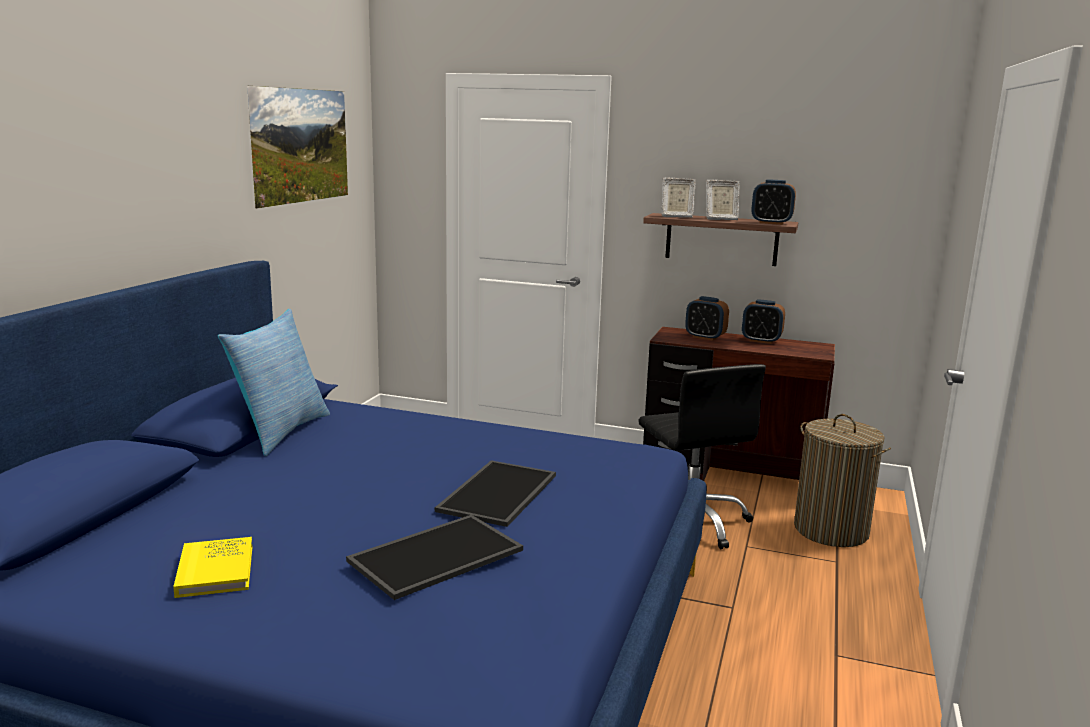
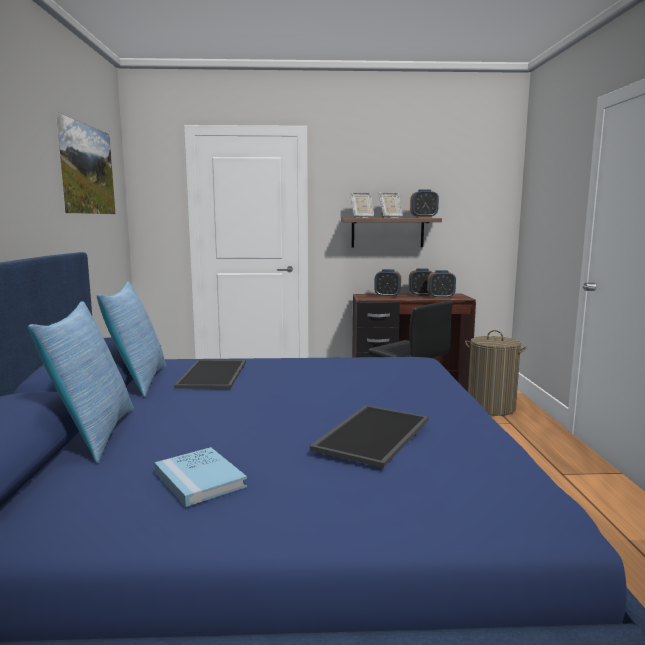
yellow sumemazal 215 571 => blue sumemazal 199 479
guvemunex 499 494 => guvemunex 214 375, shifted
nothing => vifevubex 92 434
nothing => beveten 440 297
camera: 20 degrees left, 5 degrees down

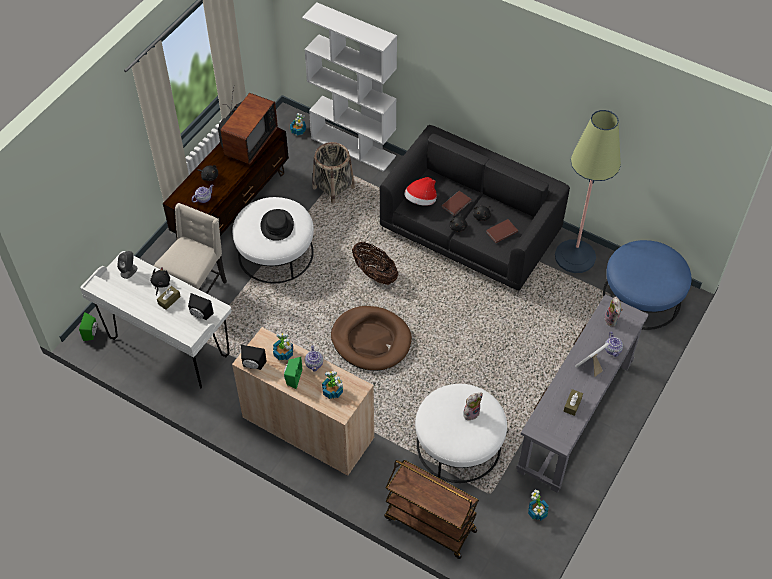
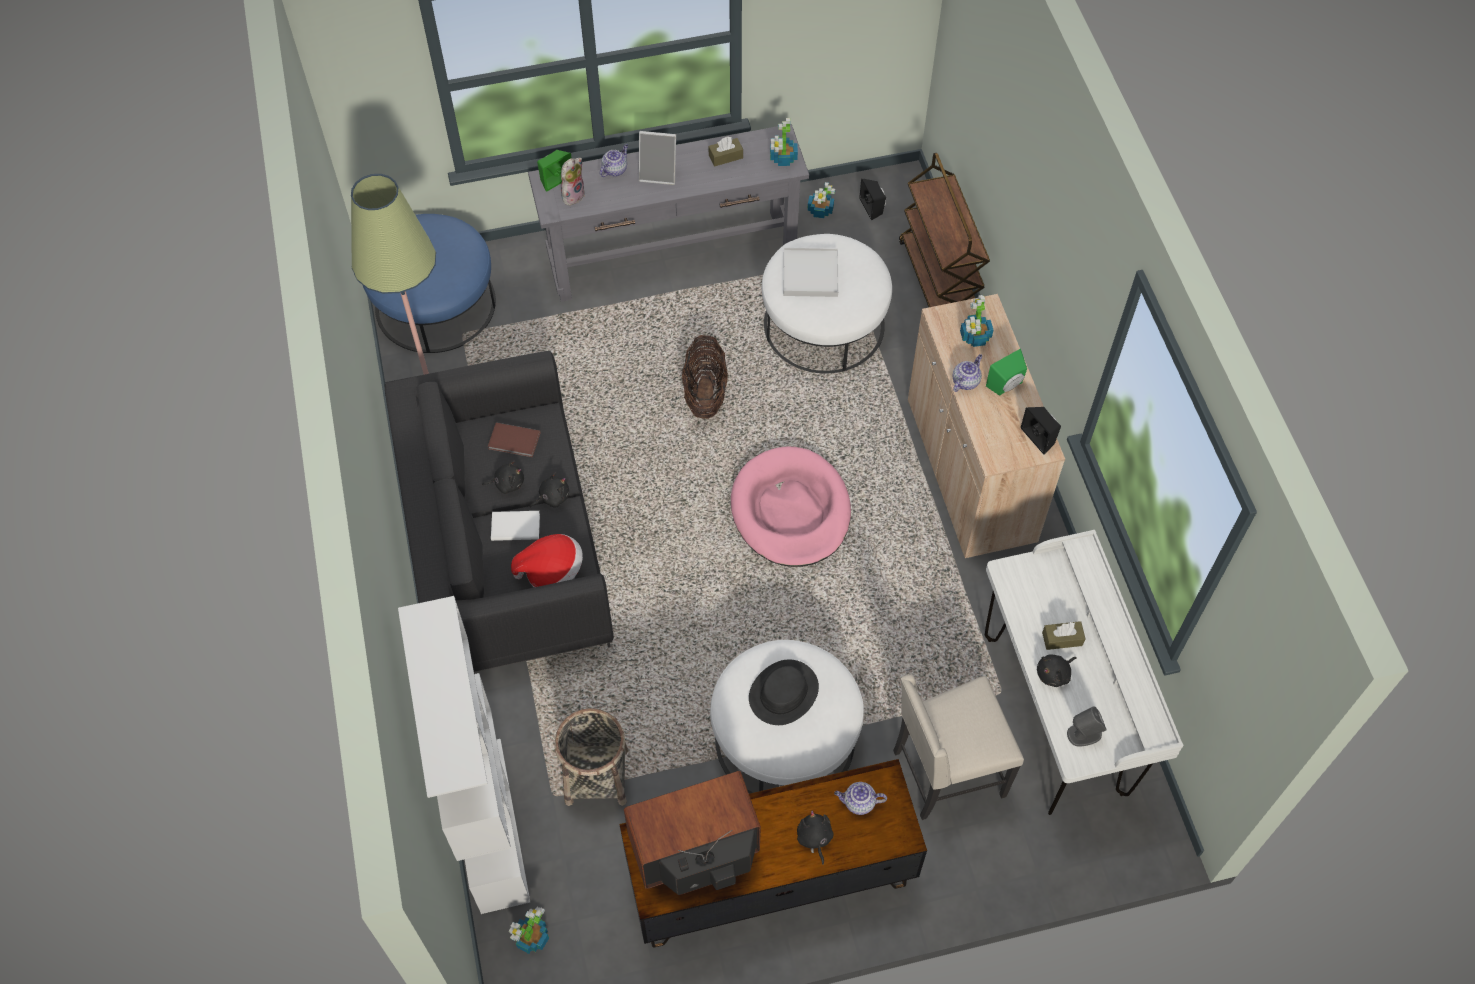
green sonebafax 92 333 => green sonebafax 554 178, shifted
black sonebafax 200 315 => black sonebafax 873 207, shifted
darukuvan 283 353 => darukuvan 783 158, shifted
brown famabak 371 340 => pink famabak 790 510
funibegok 375 273 => funibegok 705 393, shifted
brown sumemazal 457 204 => white sumemazal 515 526
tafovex 471 412 => white guvemunex 810 274
camera: 135 degrees left, 5 degrees up

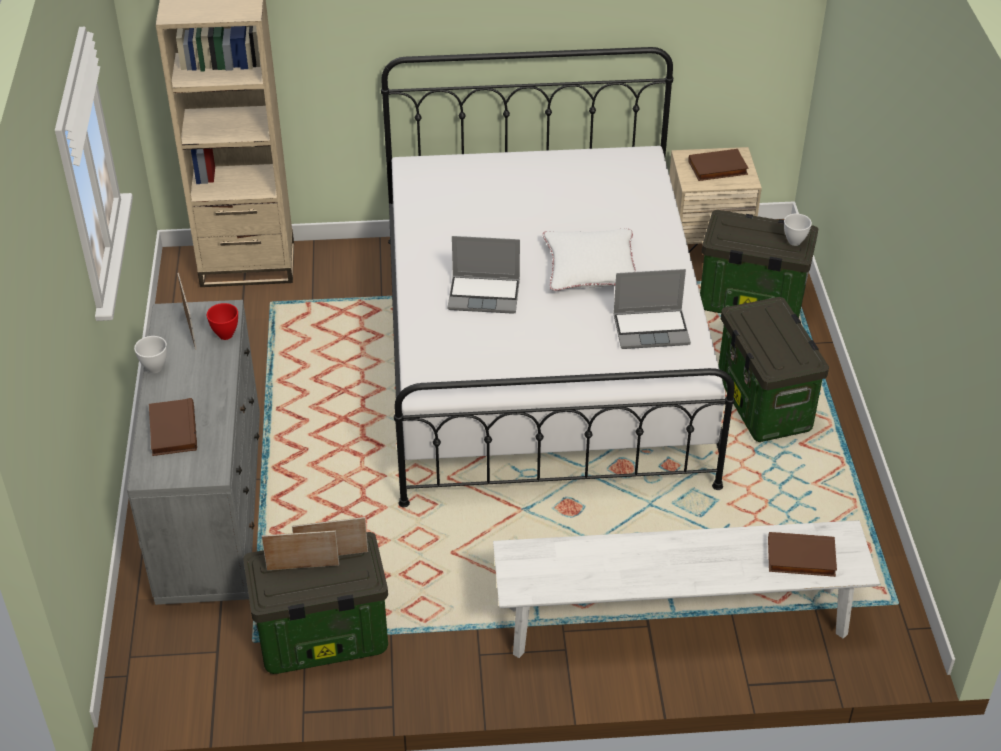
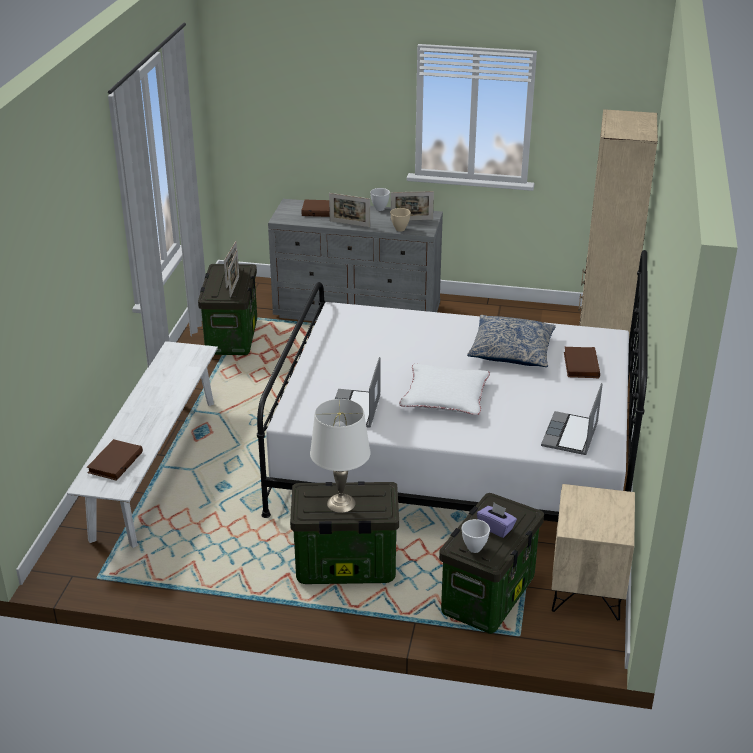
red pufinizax 226 335 => beige pufinizax 399 229
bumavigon 485 295 => bumavigon 571 435, shifted
brown sumemazal 717 169 => brown sumemazal 580 365, shifted
nothing => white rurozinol 341 503
nothing => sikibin 349 224
nothing => vifevubex 511 351
nothing => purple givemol 496 528
camera: 105 degrees right, 10 degrees down

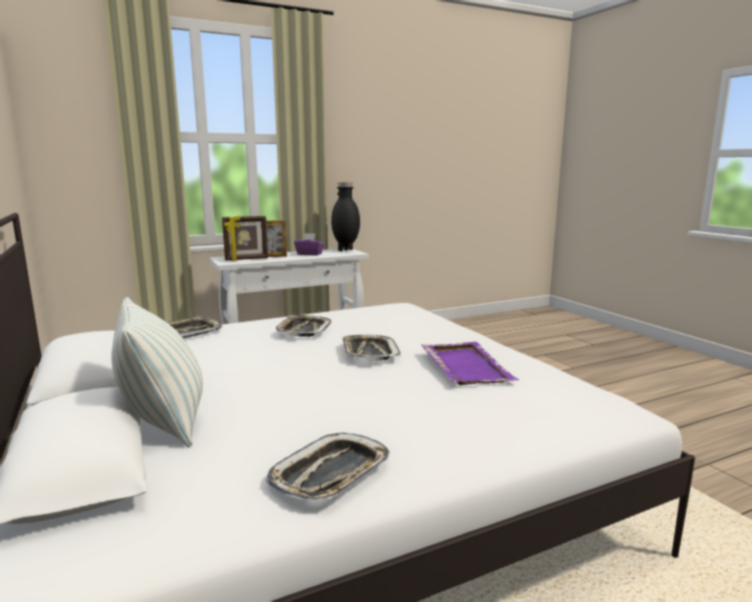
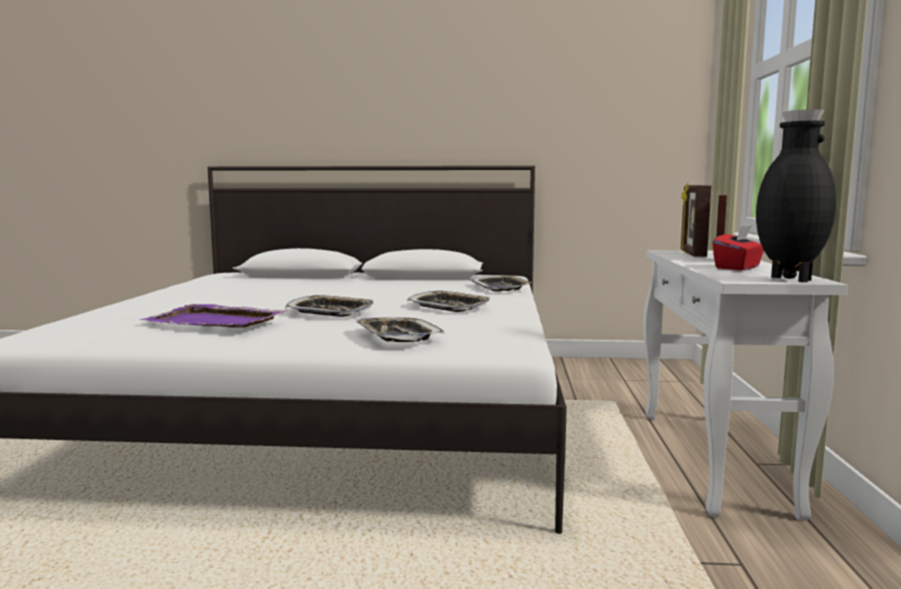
vifevubex 164 422 => nothing
guvemunex 331 474 => guvemunex 397 336, shifted
purple givemol 309 254 => red givemol 738 268
camera: 120 degrees right, 5 degrees down

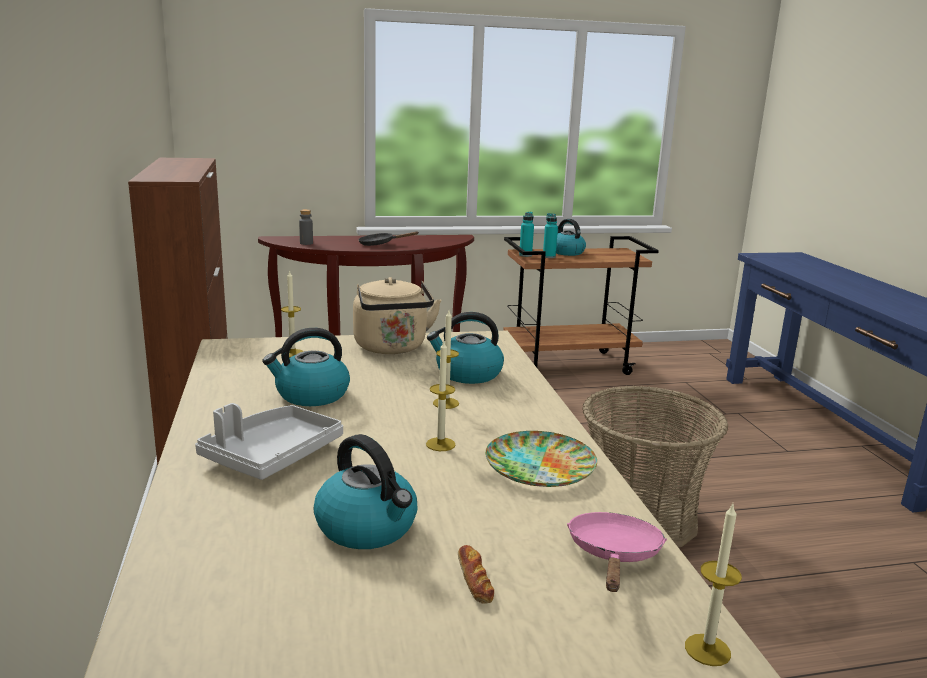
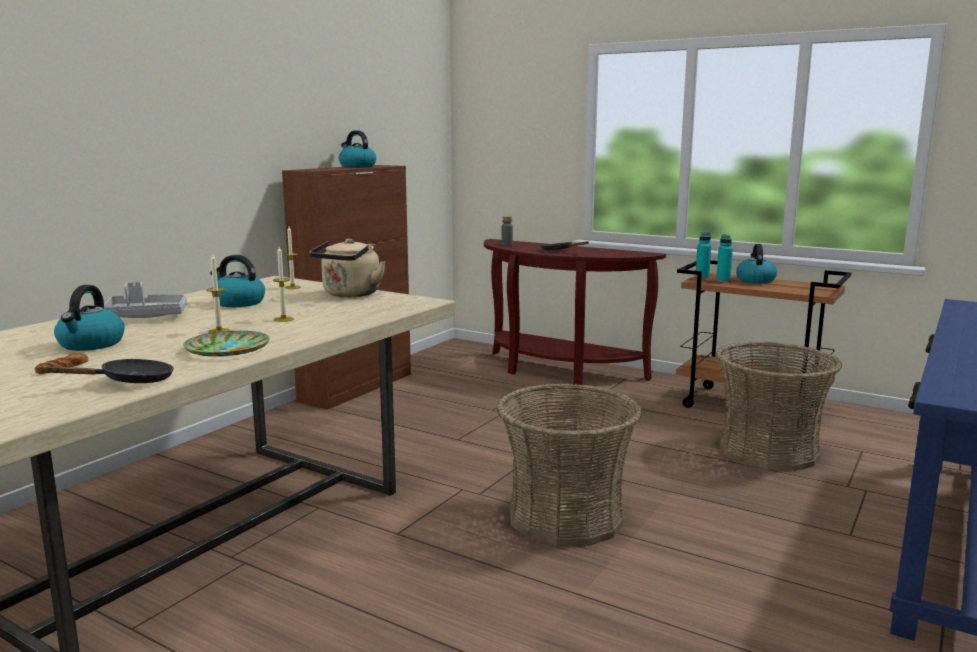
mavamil 467 374 => mavamil 357 166, shifted
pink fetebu 614 555 => black fetebu 130 381
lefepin 707 650 => nothing
nothing => funibegok 769 451
camera: 45 degrees right, 5 degrees down

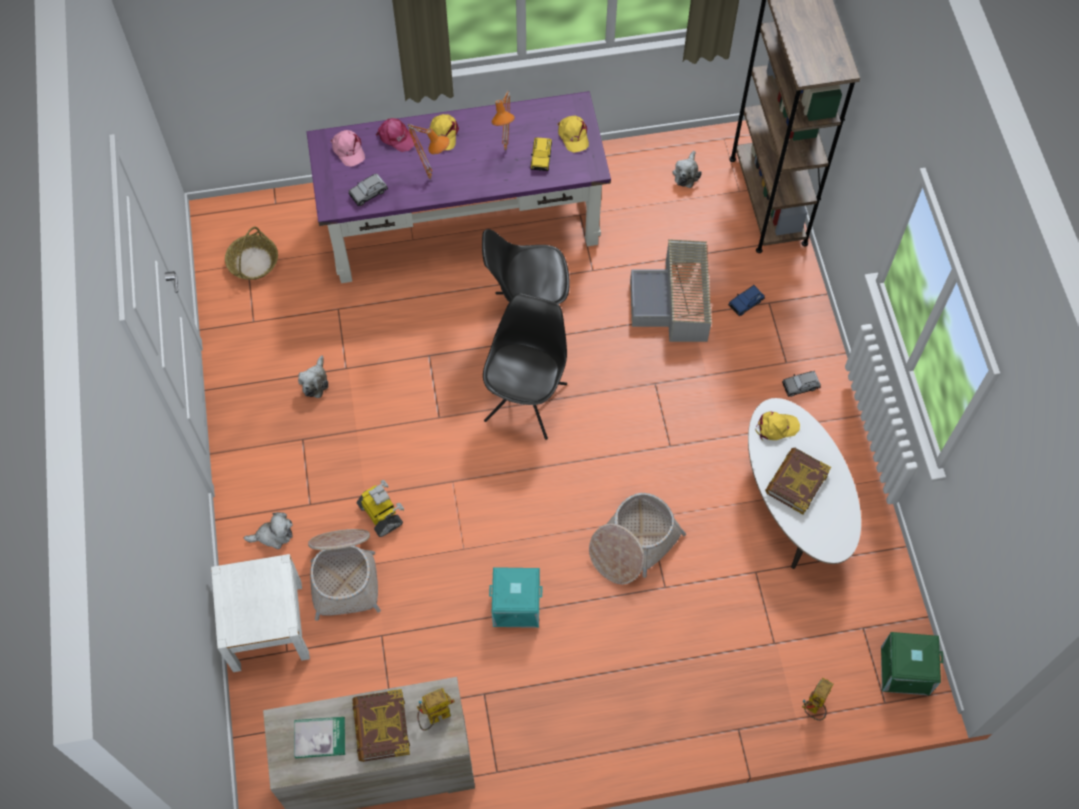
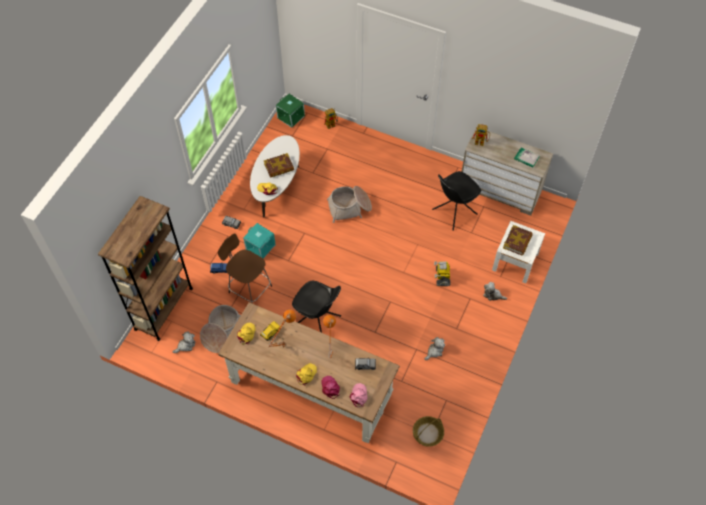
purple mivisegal 464 223 => brown mivisegal 310 388
funibegok 344 574 => funibegok 222 332, shifted
sumemazal 381 727 => sumemazal 517 242, shifted
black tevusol 526 401 => black tevusol 454 212, shifted
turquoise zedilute 516 604 => turquoise zedilute 260 247, shifted
grey zedilute 674 303 => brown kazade 249 288
camera: 145 degrees left, 5 degrees down

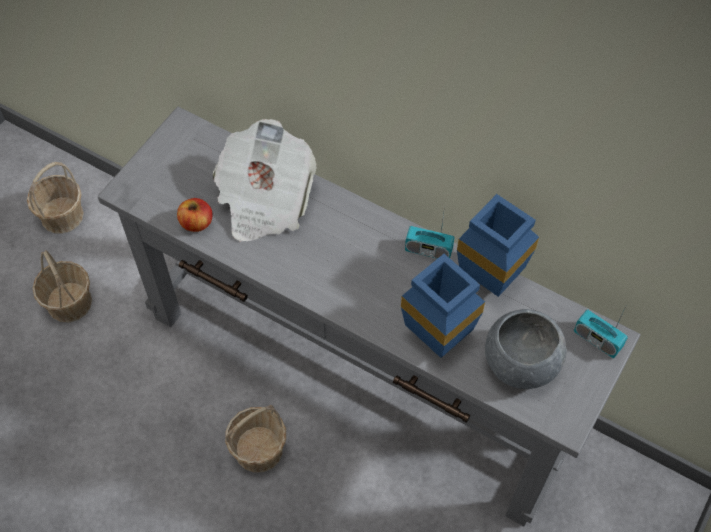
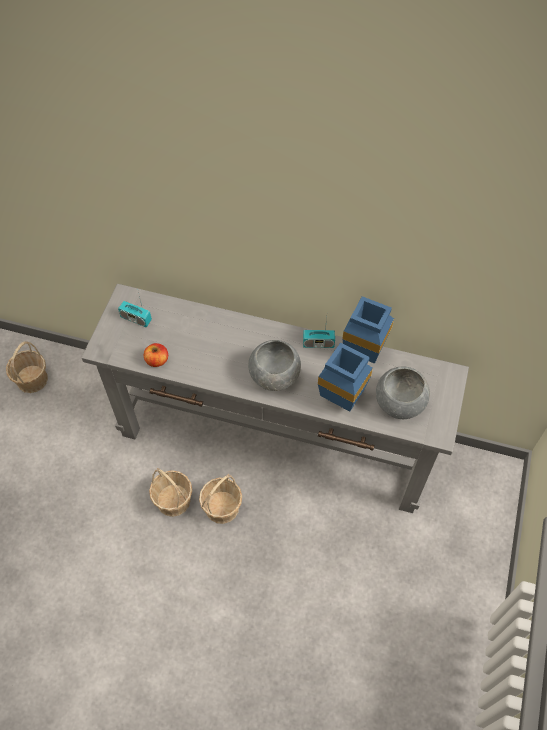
funibegok 69 302 => funibegok 173 500, shifted
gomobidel 264 200 => nothing
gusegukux 597 340 => gusegukux 136 319, shifted
nothing => grey pufinizax 275 375
camera: 15 degrees left, 0 degrees up

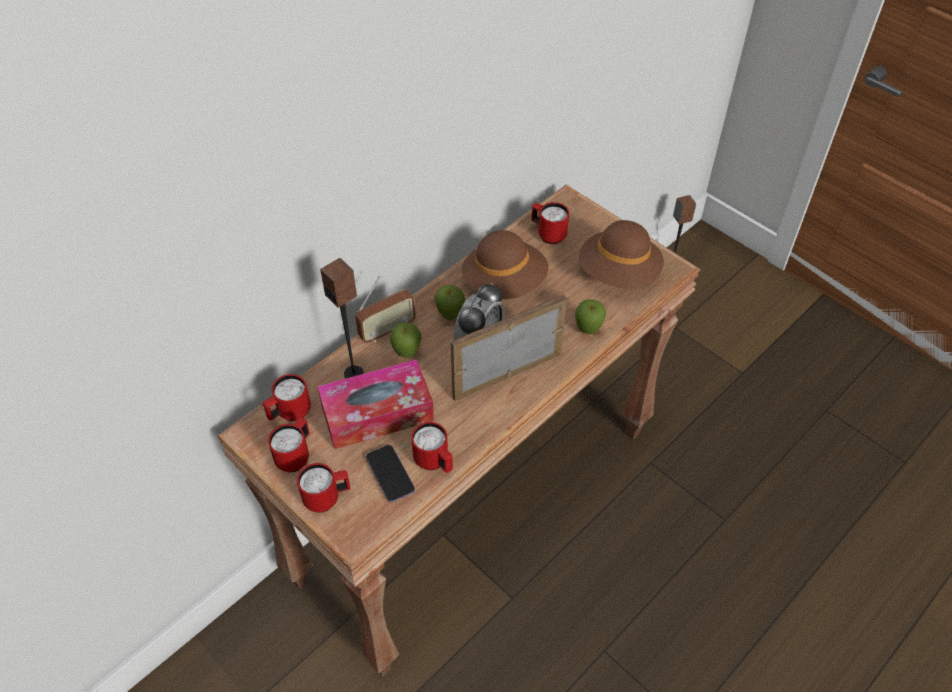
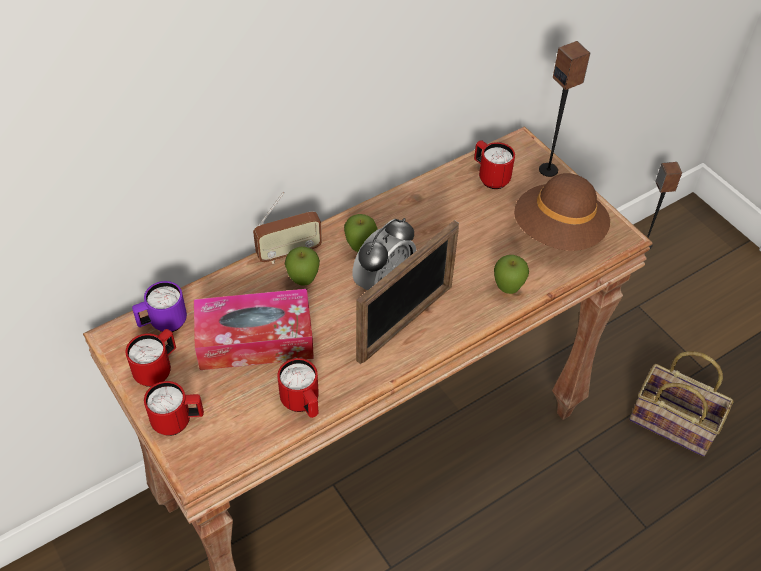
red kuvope 289 413 => purple kuvope 163 324
sonebafax 354 373 => sonebafax 548 170, shifted
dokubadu 390 474 => nothing
sikibin 507 375 => sikibin 405 322, 150 degrees clockwise
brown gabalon 504 283 => nothing
nothing => funibegok 676 422
camera: 10 degrees right, 0 degrees up

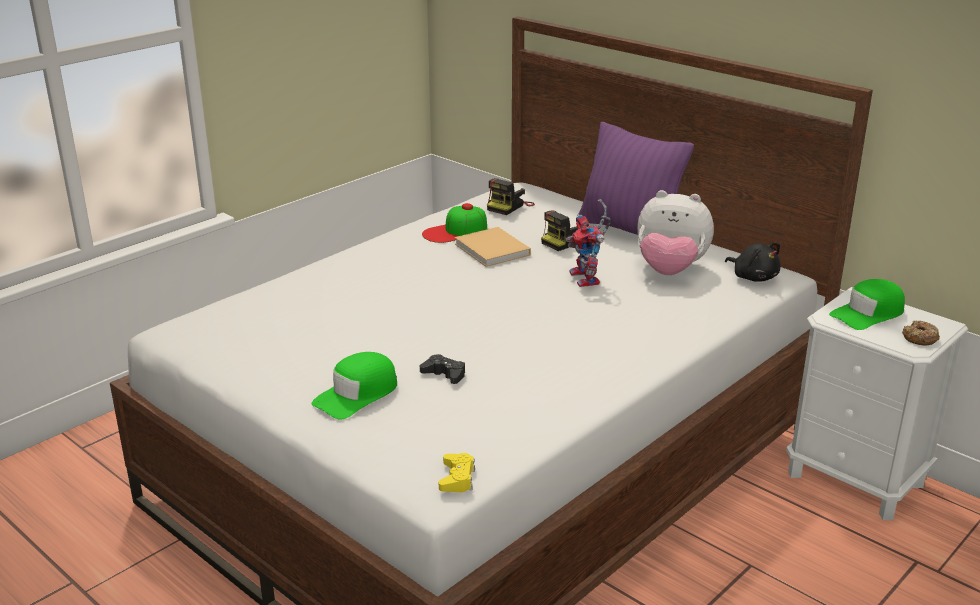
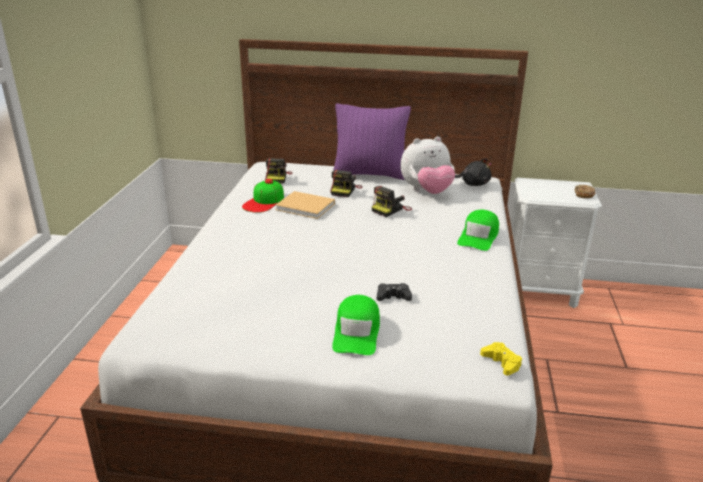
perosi 588 280 => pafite 390 209
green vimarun 868 314 => green vimarun 479 237, shifted
camera: 35 degrees left, 0 degrees up

